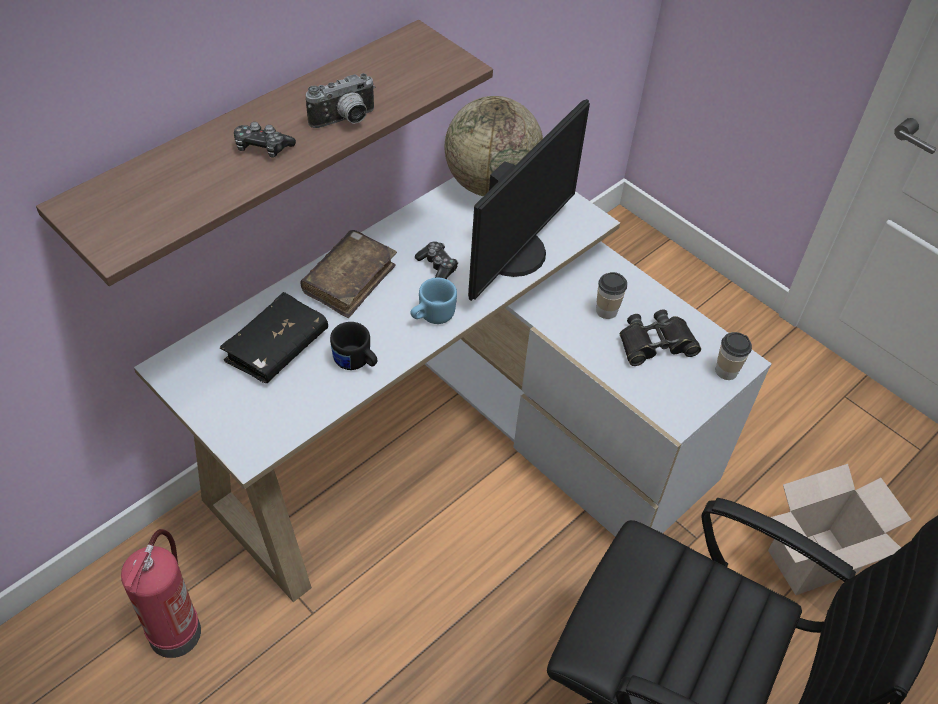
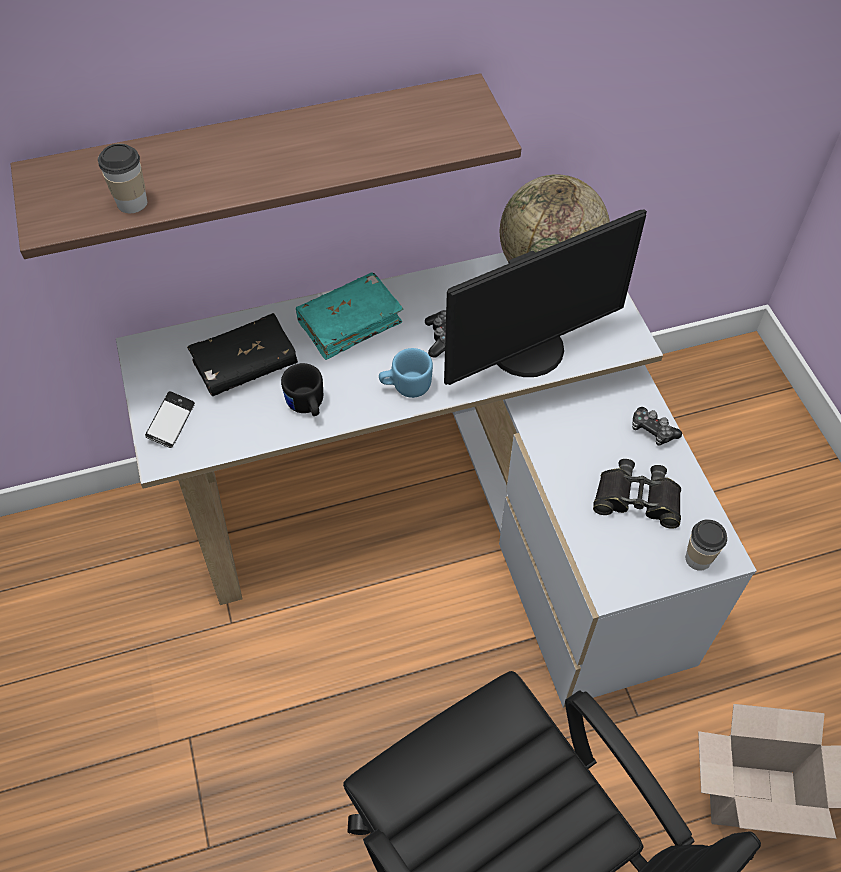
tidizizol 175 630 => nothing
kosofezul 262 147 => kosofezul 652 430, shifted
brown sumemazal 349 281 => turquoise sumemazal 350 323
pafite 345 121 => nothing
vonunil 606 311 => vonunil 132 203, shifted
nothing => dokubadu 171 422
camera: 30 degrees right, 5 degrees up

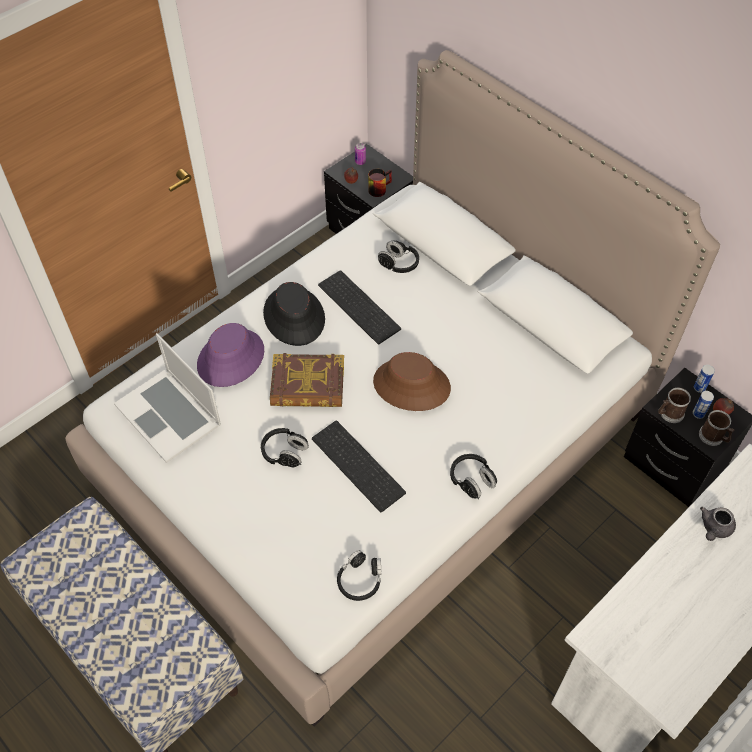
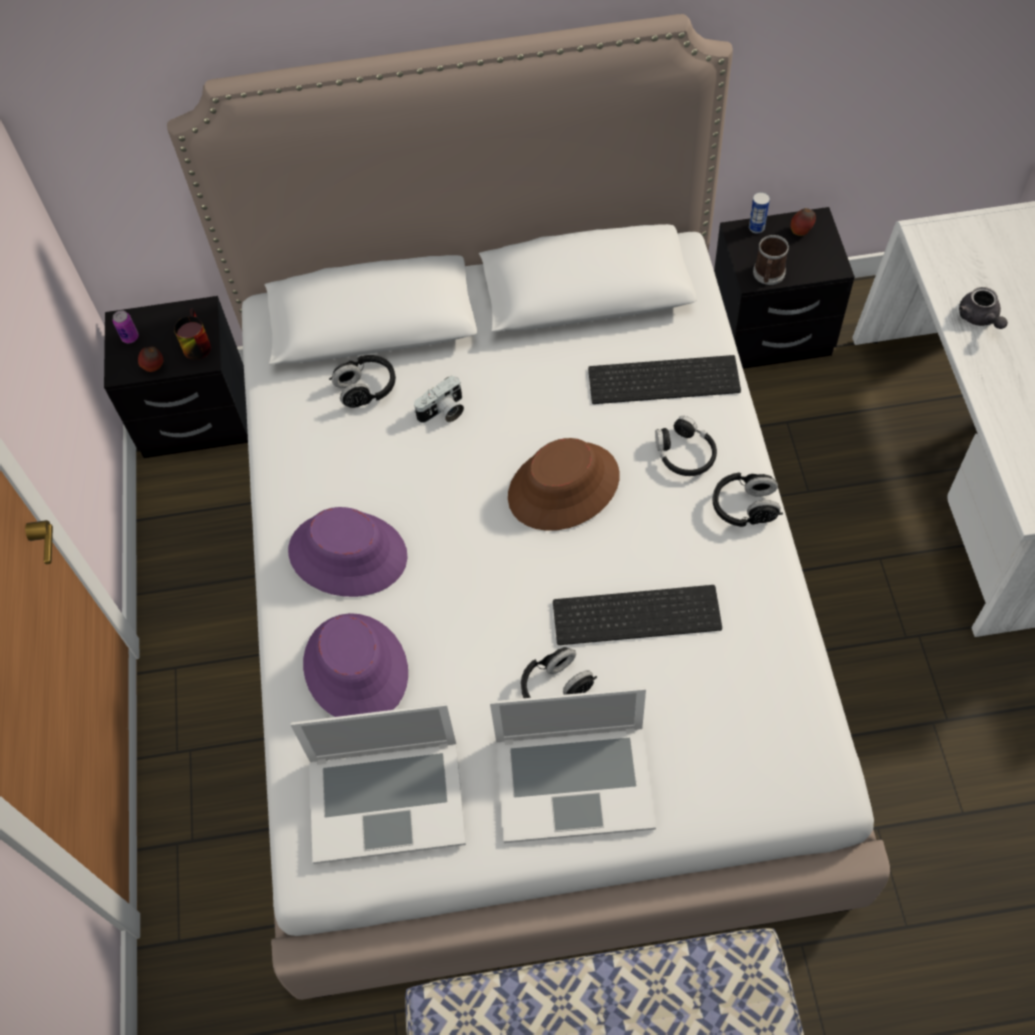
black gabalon 294 316 => purple gabalon 348 553
sumemazal 308 386 => nothing
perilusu 361 306 => perilusu 665 378, shifted
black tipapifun 360 580 => black tipapifun 685 454, shifted
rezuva 698 414 => nothing
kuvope 713 437 => nothing
nothing => pafite 443 412
nothing => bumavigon 574 781
camera: 50 degrees left, 5 degrees up

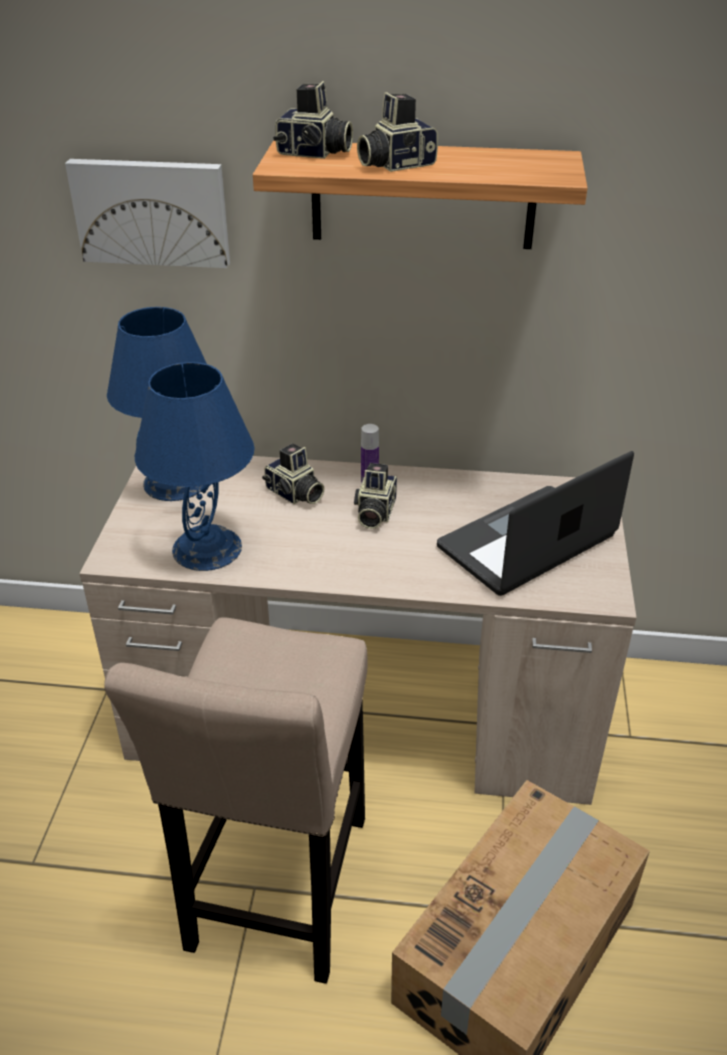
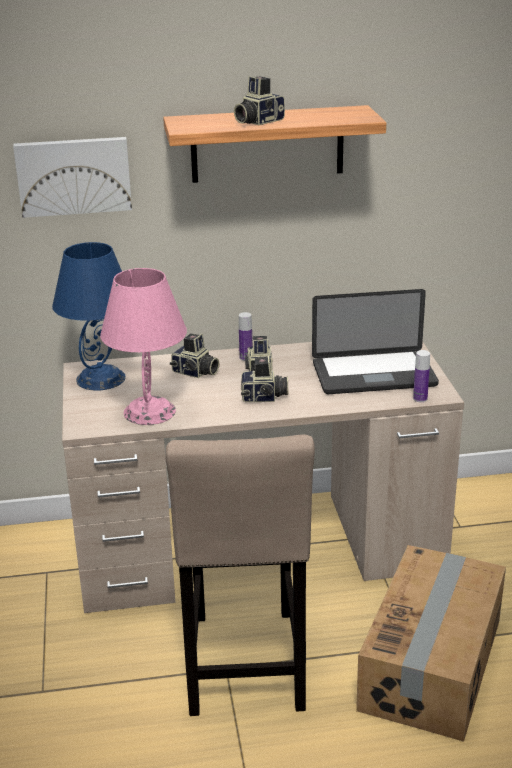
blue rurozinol 207 548 => pink rurozinol 150 412
pafite 314 153 => pafite 264 397, shifted
bumavigon 527 542 => bumavigon 374 374, 135 degrees counterclockwise
nothing => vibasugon 420 398
camera: 15 degrees left, 10 degrees down

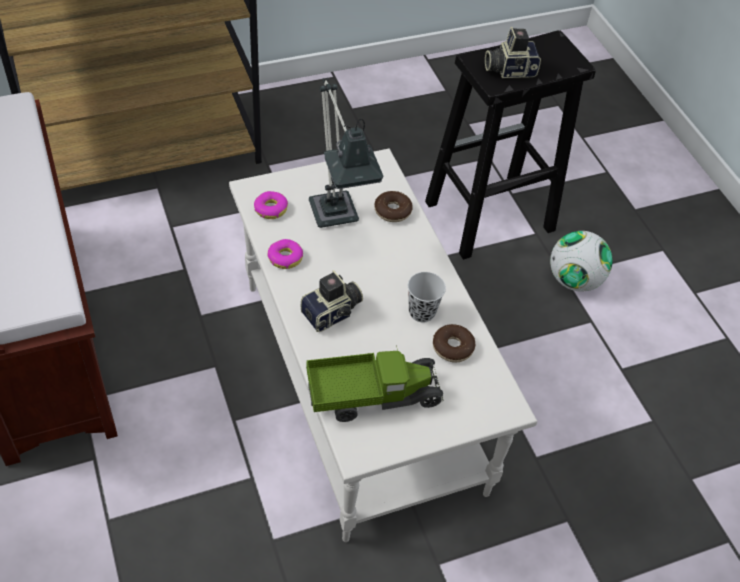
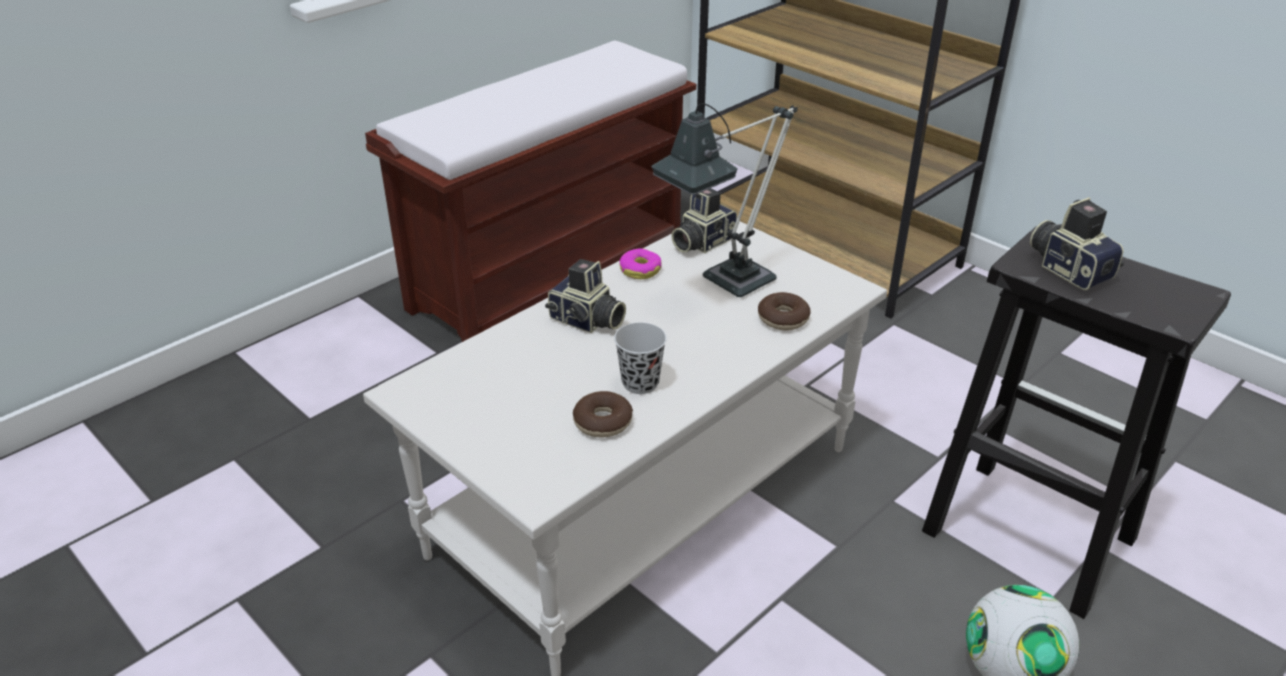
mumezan 270 209 => pafite 701 242
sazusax 372 395 => nothing
camera: 70 degrees right, 15 degrees down

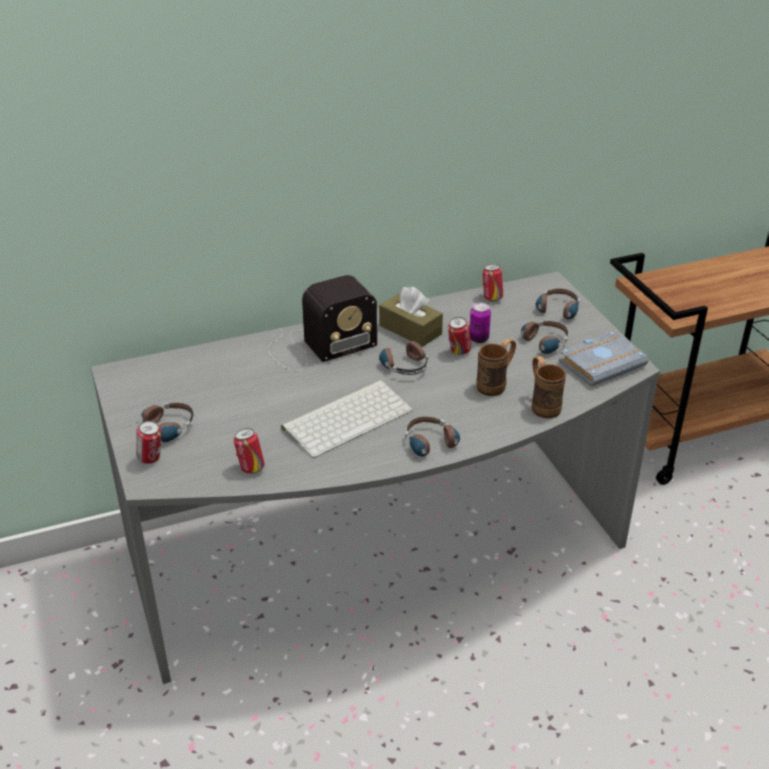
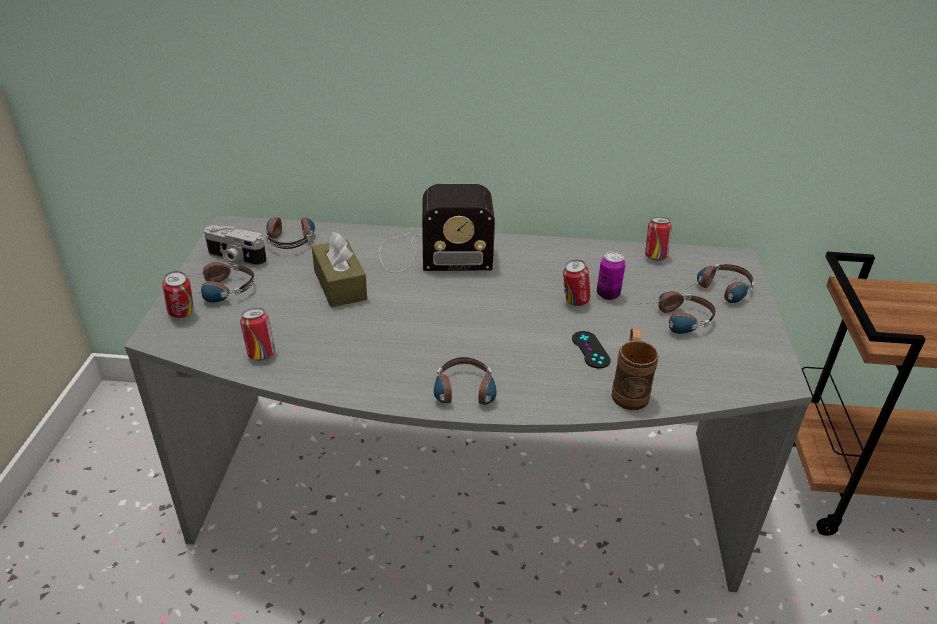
perilusu 348 418 => nothing
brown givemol 410 330 => brown givemol 340 285, shifted
tipapifun 401 362 => tipapifun 291 237, shifted
brown kuvope 496 384 => black kosofezul 590 350
grey sumemazal 601 362 => nothing
nothing => pafite 235 258
camera: 25 degrees right, 0 degrees up

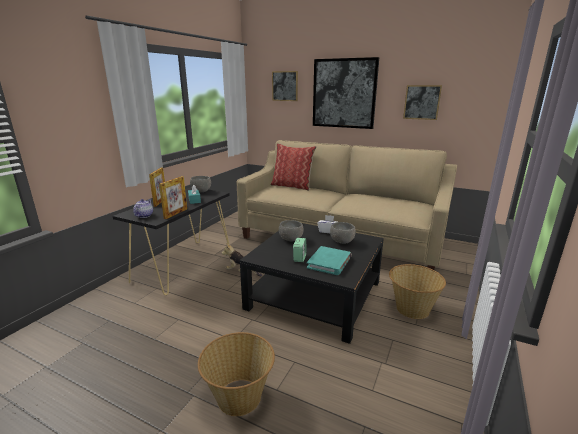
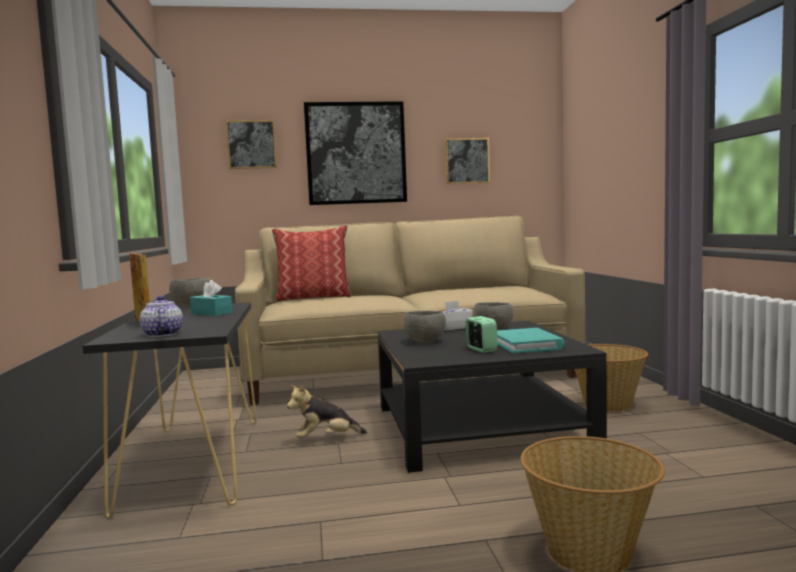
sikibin 176 213 => nothing
camera: 35 degrees left, 15 degrees down

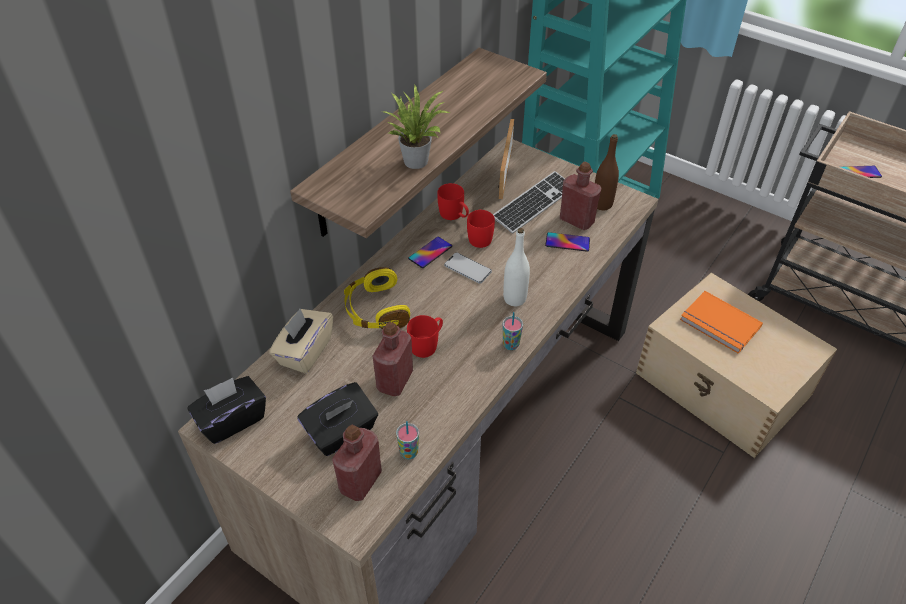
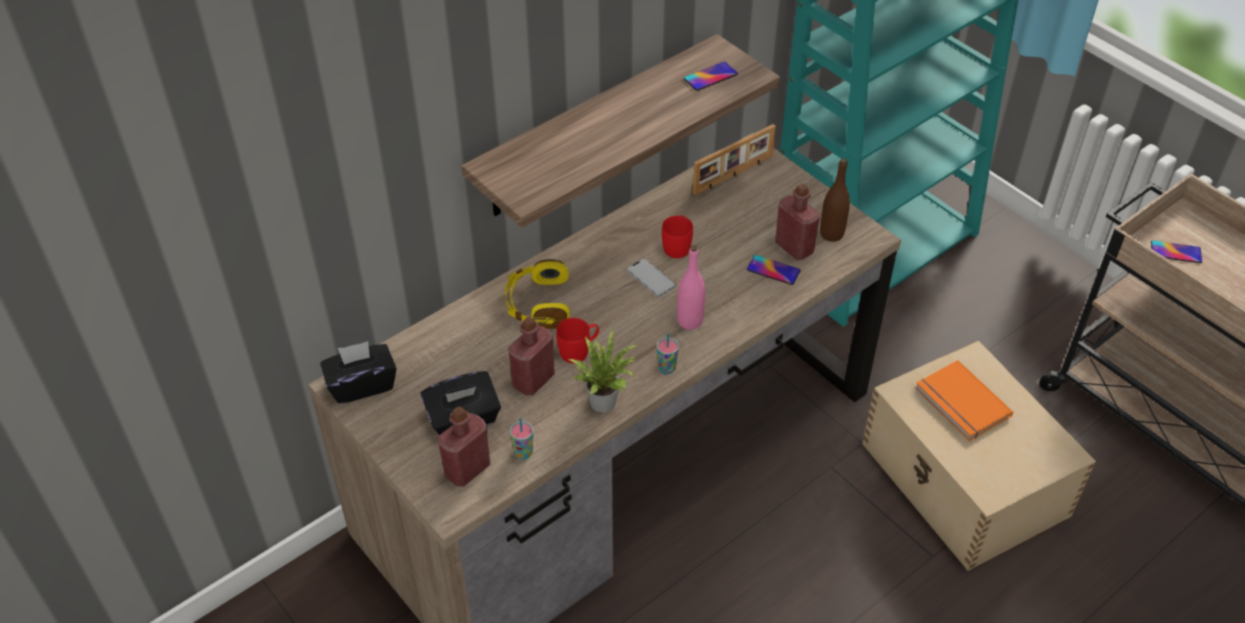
beige givemol 304 352 => nothing
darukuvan 417 159 => darukuvan 604 400, shifted
dokubadu 430 252 => dokubadu 710 76, shifted
red kuvope 454 215 => nothing
perilusu 534 204 => nothing
sikibin 504 171 => sikibin 734 175, 150 degrees counterclockwise
white vibasugon 514 298 => pink vibasugon 689 321
camera: 15 degrees right, 0 degrees up

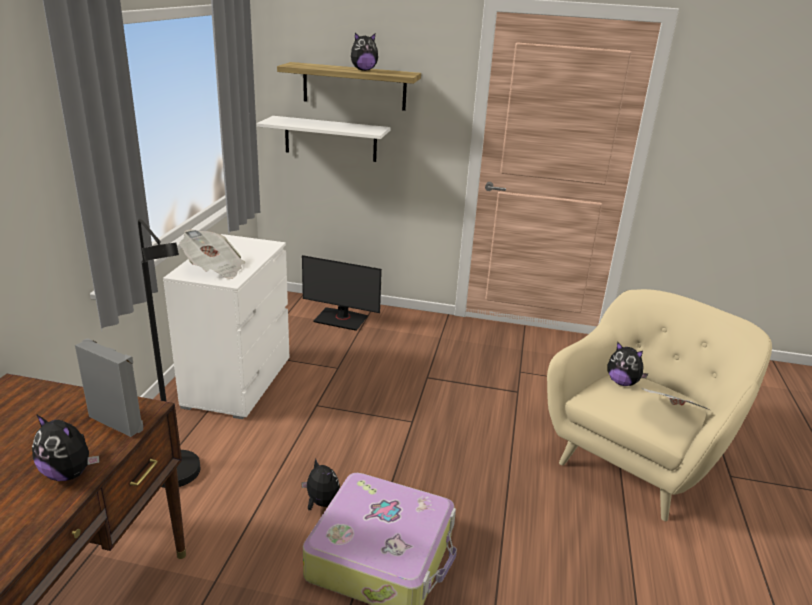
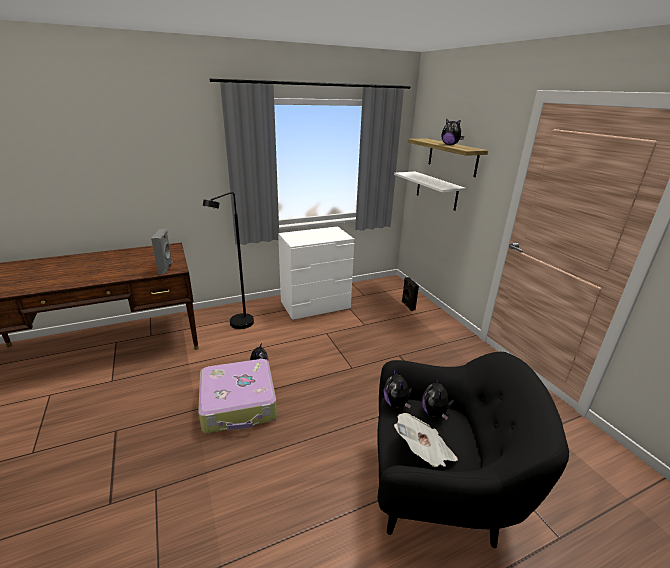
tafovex 69 473 => tafovex 396 404, shifted
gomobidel 214 269 => nothing
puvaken 341 319 => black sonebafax 407 306
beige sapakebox 637 461 => black sapakebox 440 491
camera: 55 degrees right, 0 degrees up

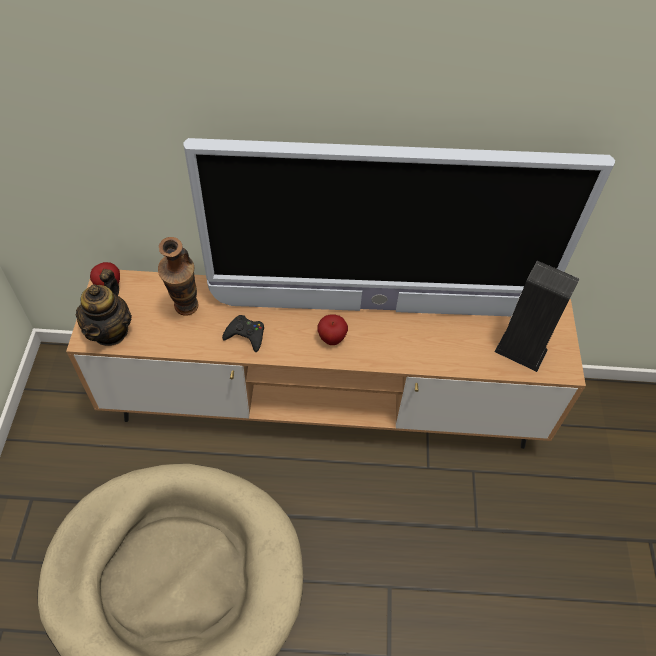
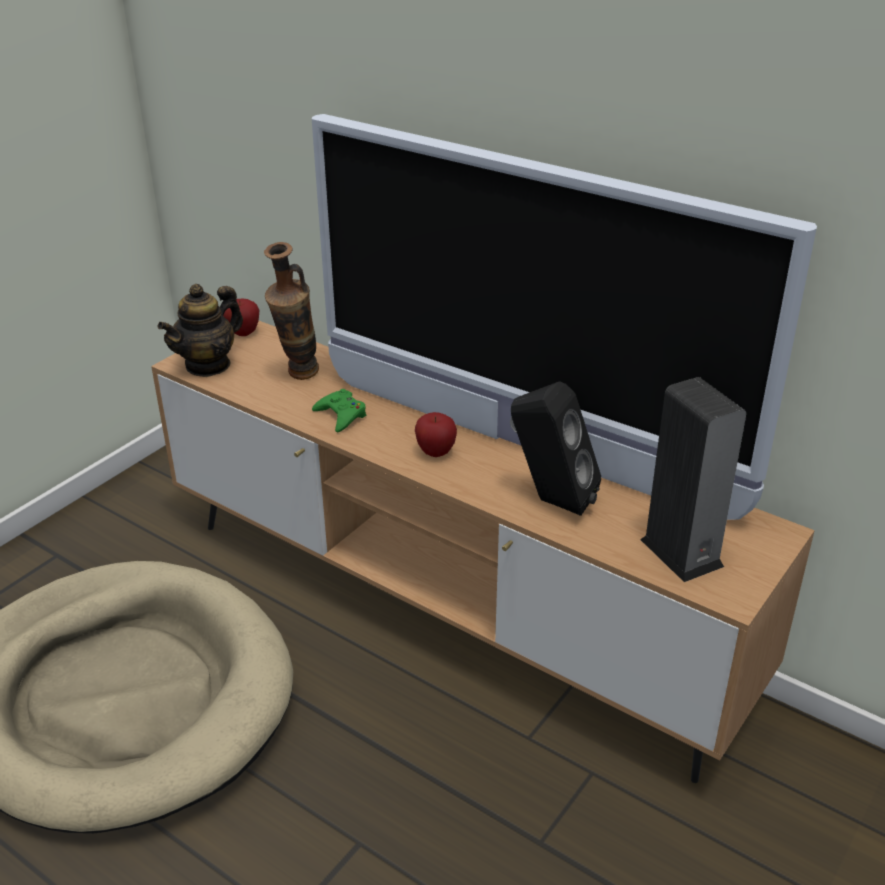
black kosofezul 246 335 => green kosofezul 341 415
nothing => black sonebafax 550 501
camera: 35 degrees right, 20 degrees down

